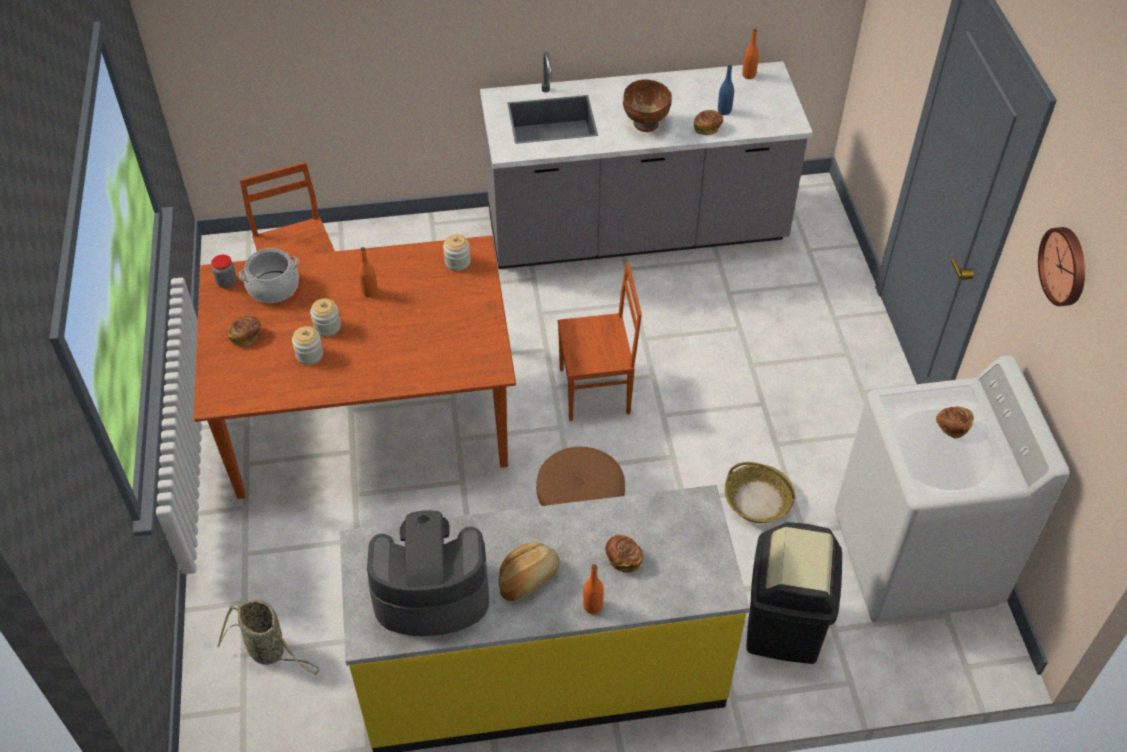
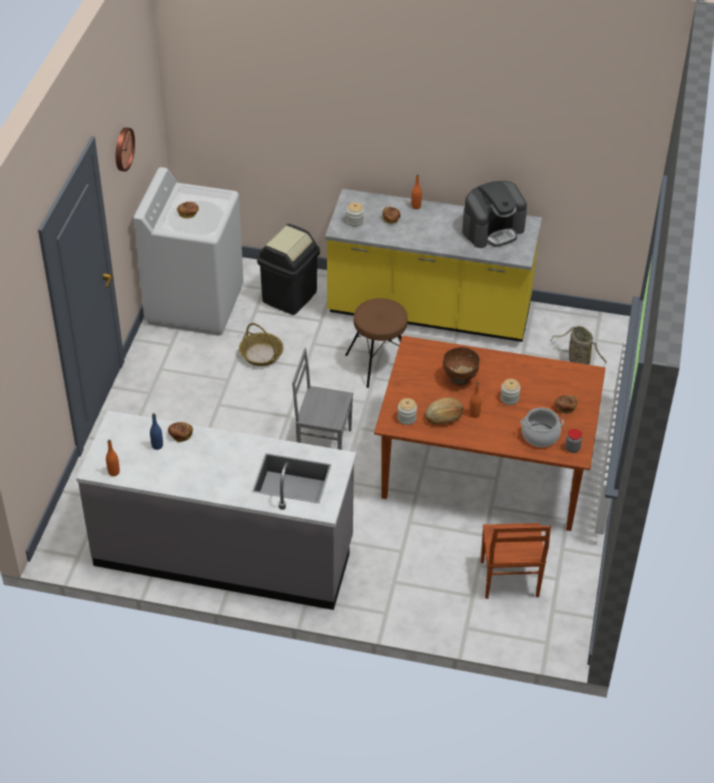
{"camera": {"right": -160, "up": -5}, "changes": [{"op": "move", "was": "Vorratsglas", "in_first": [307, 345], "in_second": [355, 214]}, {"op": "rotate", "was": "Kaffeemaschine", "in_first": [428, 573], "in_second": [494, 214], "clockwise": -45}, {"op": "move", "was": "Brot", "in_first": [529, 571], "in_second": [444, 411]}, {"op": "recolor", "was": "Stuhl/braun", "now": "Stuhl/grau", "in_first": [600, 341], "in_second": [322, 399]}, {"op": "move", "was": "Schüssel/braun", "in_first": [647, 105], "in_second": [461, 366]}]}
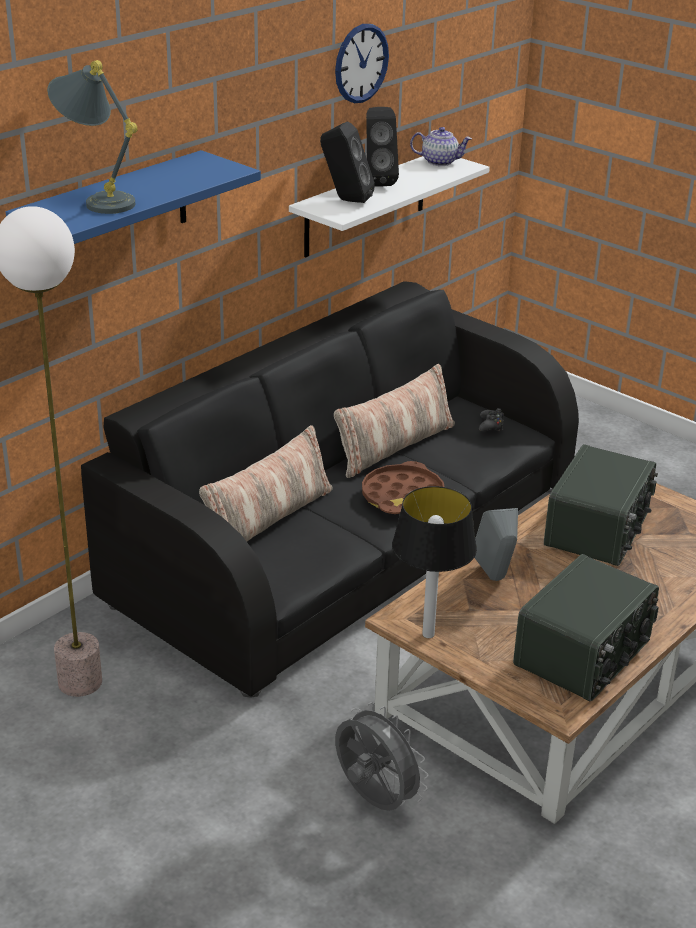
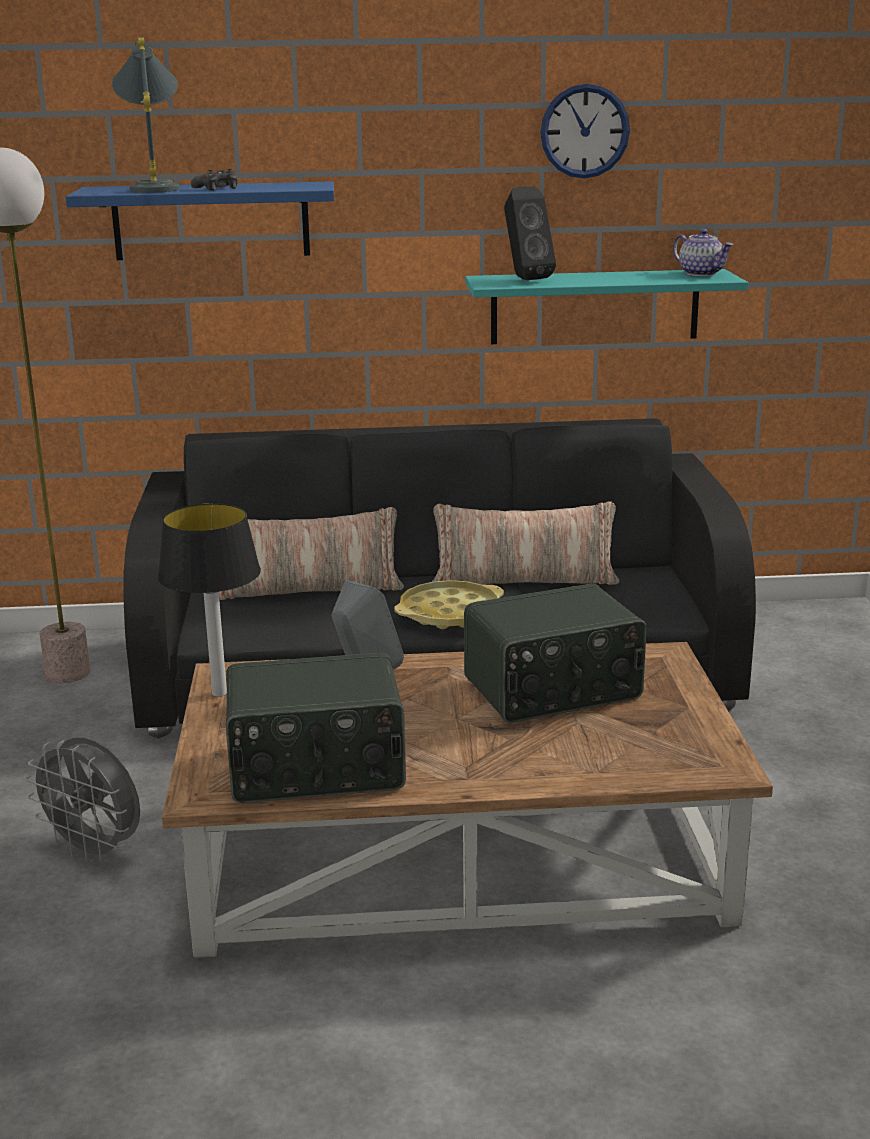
{"camera": {"right": 45, "up": -10}, "changes": [{"op": "recolor", "was": "Wandregal/weiß", "now": "Wandregal/türkis", "in_first": [389, 206], "in_second": [606, 306]}, {"op": "rotate", "was": "Ventilator/grau", "in_first": [382, 756], "in_second": [82, 800], "clockwise": 120}, {"op": "recolor", "was": "Tablett/braun", "now": "Tablett/gelb", "in_first": [403, 487], "in_second": [449, 604]}, {"op": "delete", "was": "Lautsprecher/schwarz", "in_first": [382, 147]}, {"op": "move", "was": "Gamepad/schwarz", "in_first": [491, 419], "in_second": [214, 180]}]}
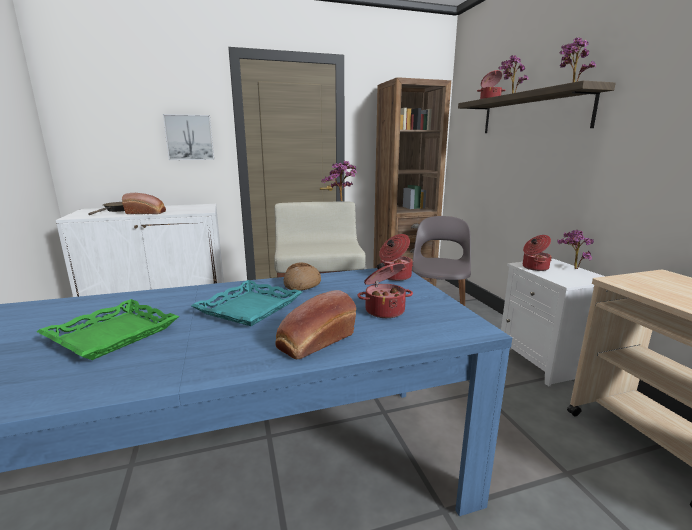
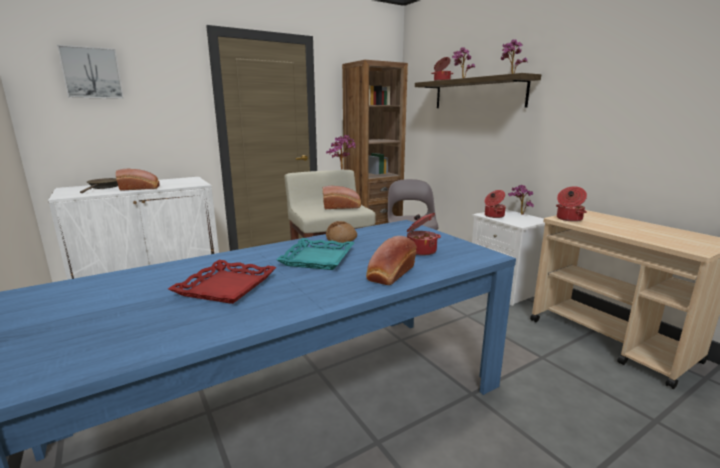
{"camera": {"right": -15, "up": 0}, "changes": [{"op": "recolor", "was": "Tablett/grün", "now": "Tablett/rot", "in_first": [107, 329], "in_second": [222, 282]}, {"op": "move", "was": "Bild", "in_first": [188, 137], "in_second": [90, 72]}, {"op": "move", "was": "Kochtopf", "in_first": [396, 257], "in_second": [571, 204]}, {"op": "insert", "now": "Brot", "in_second": [342, 197]}]}
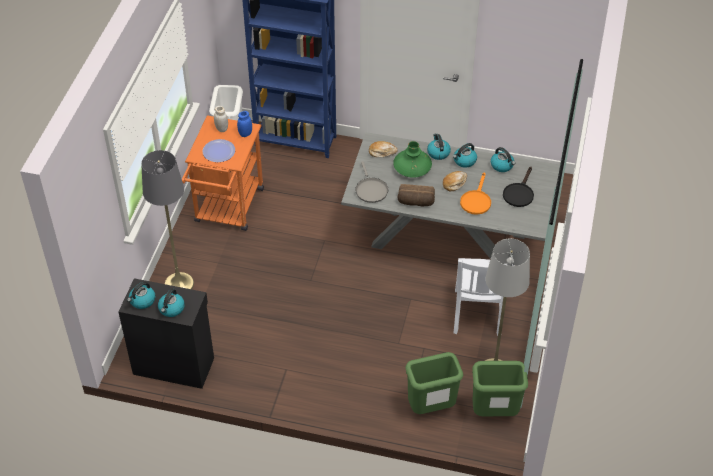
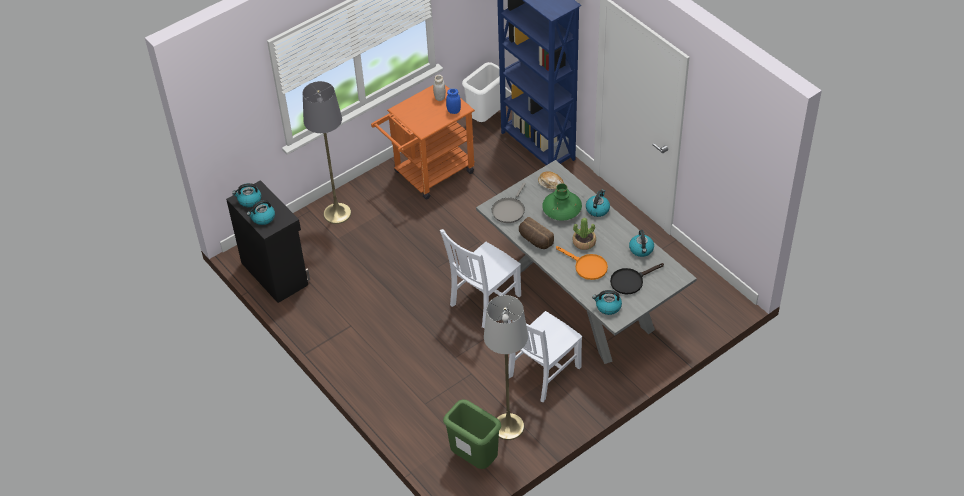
{"camera": {"right": 40, "up": 0}, "changes": [{"op": "delete", "was": "Teller", "in_first": [219, 150]}, {"op": "delete", "was": "Mülleimer/grün", "in_first": [434, 383]}, {"op": "replace", "was": "Brot", "now": "Topfpflanze", "in_first": [455, 181], "in_second": [584, 234]}, {"op": "move", "was": "Wasserkessel", "in_first": [465, 155], "in_second": [607, 302]}, {"op": "rotate", "was": "Pfanne/orange", "in_first": [475, 193], "in_second": [582, 263], "clockwise": -105}, {"op": "insert", "now": "Stuhl/weiß", "in_second": [480, 278]}]}
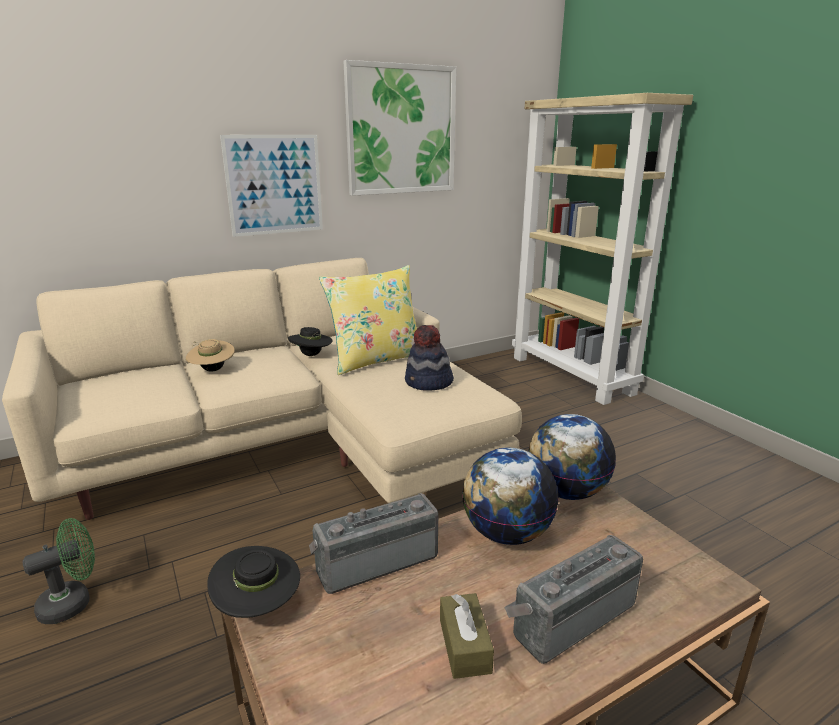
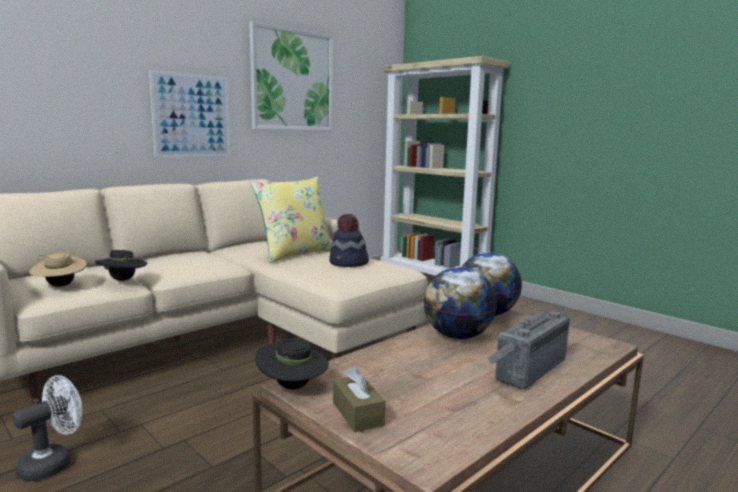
{"camera": {"right": -15, "up": -10}, "changes": [{"op": "recolor", "was": "Ventilator/grün", "now": "Ventilator/weiß", "in_first": [58, 571], "in_second": [47, 428]}, {"op": "move", "was": "Hut/beige", "in_first": [210, 355], "in_second": [58, 270]}, {"op": "move", "was": "Hut/schwarz", "in_first": [310, 341], "in_second": [121, 265]}, {"op": "delete", "was": "Radio", "in_first": [373, 543]}, {"op": "move", "was": "Taschentuchbox/braun", "in_first": [467, 636], "in_second": [359, 399]}]}
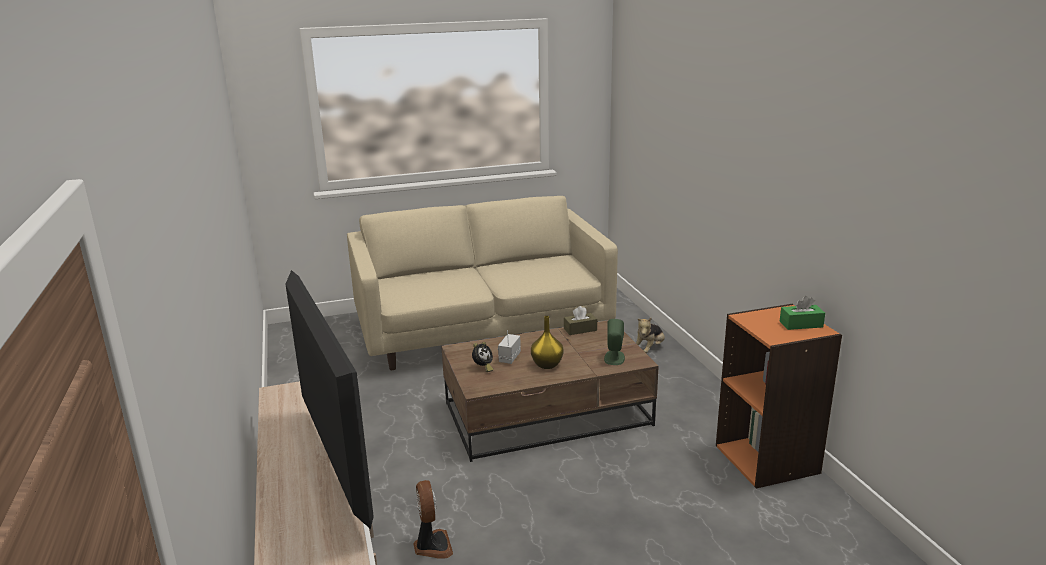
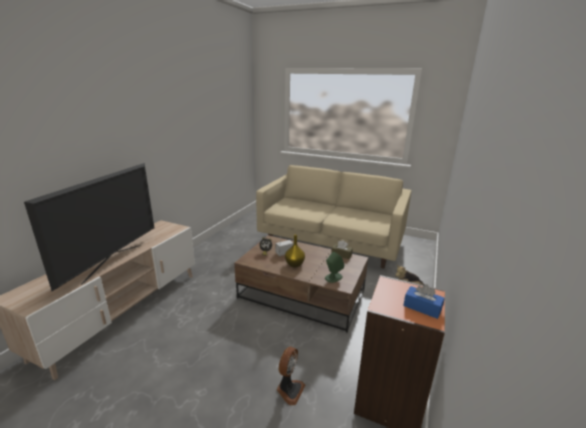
{"camera": {"right": 40, "up": 0}, "changes": [{"op": "move", "was": "Ventilator", "in_first": [433, 519], "in_second": [291, 376]}, {"op": "recolor", "was": "Taschentuchbox/grün", "now": "Taschentuchbox/blau", "in_first": [802, 313], "in_second": [424, 301]}]}
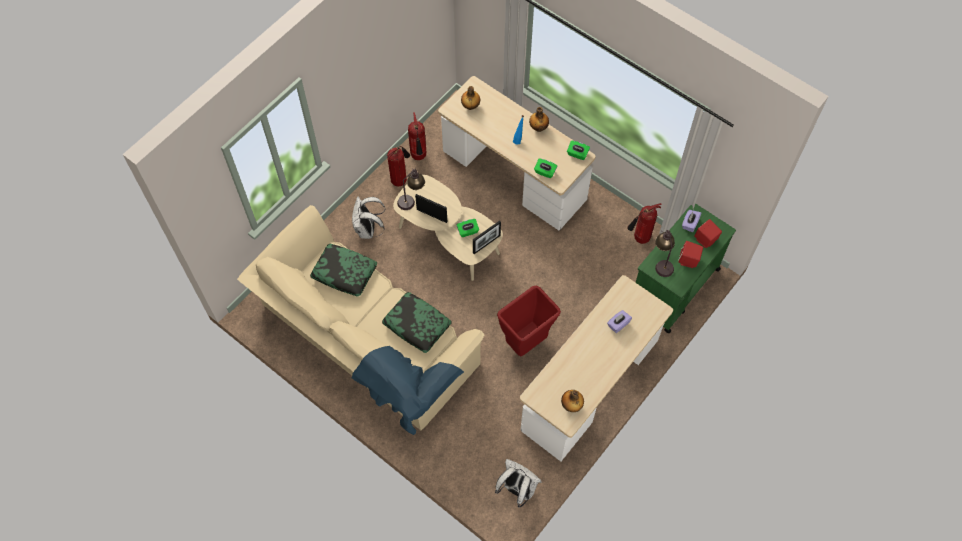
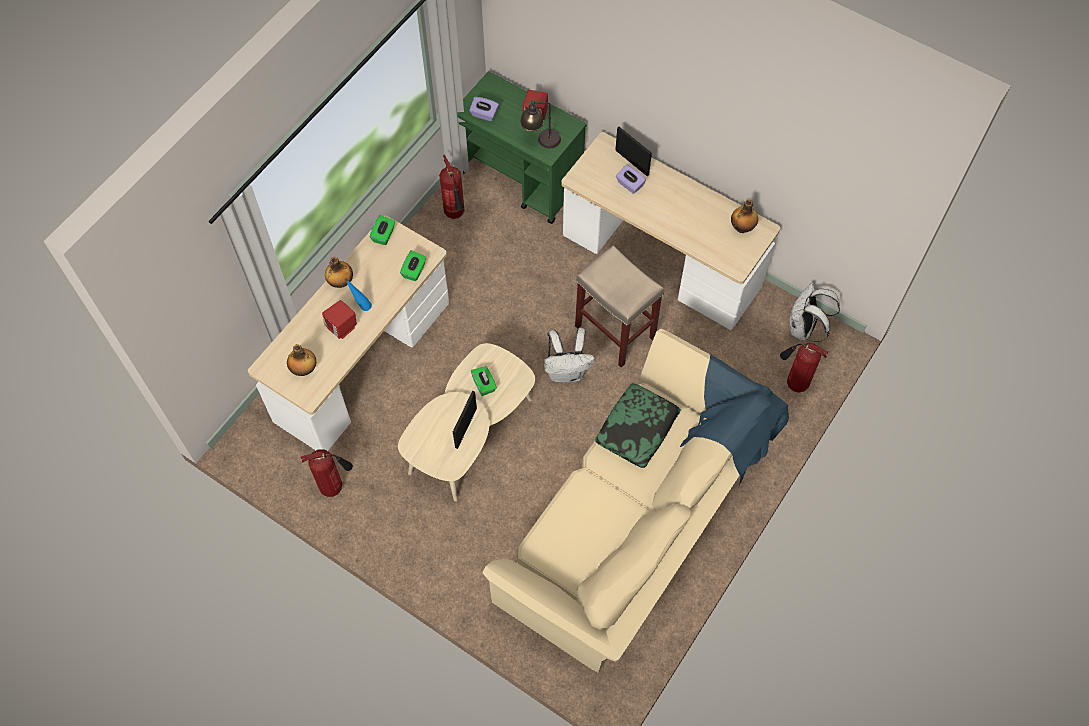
{"camera": {"right": -95, "up": 0}, "changes": [{"op": "delete", "was": "Kissen", "in_first": [343, 270]}, {"op": "move", "was": "Rucksack/weiß", "in_first": [369, 217], "in_second": [569, 355]}, {"op": "move", "was": "Feuerlöscher", "in_first": [398, 166], "in_second": [804, 368]}, {"op": "delete", "was": "Tischlampe", "in_first": [411, 189]}, {"op": "move", "was": "Bilderrahmen", "in_first": [487, 237], "in_second": [633, 151]}, {"op": "replace", "was": "Mülleimer/rot", "now": "Hocker/beige", "in_first": [529, 320], "in_second": [619, 306]}, {"op": "move", "was": "Lautsprecher/rot", "in_first": [708, 233], "in_second": [339, 319]}]}
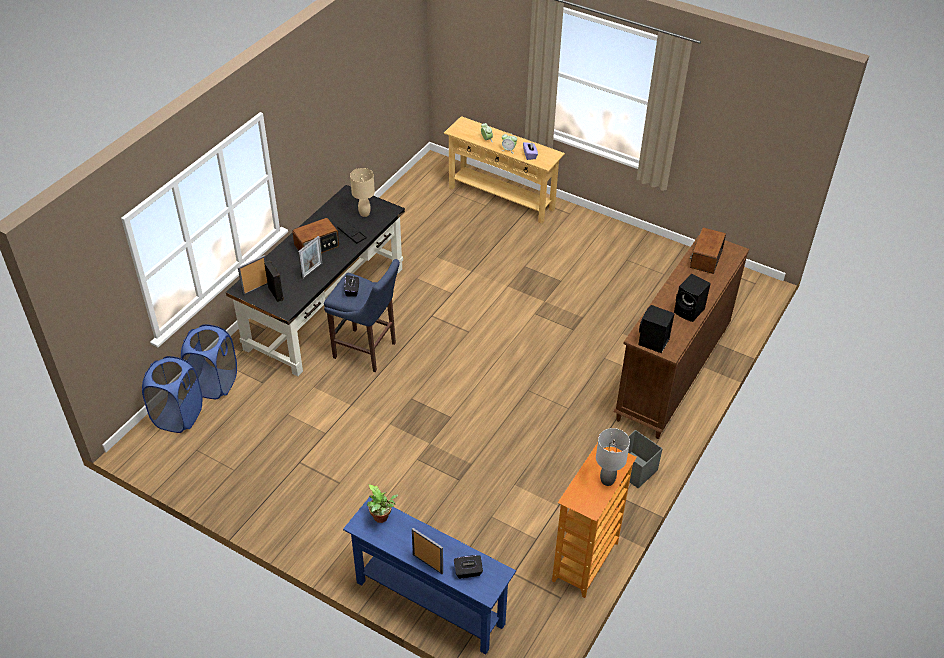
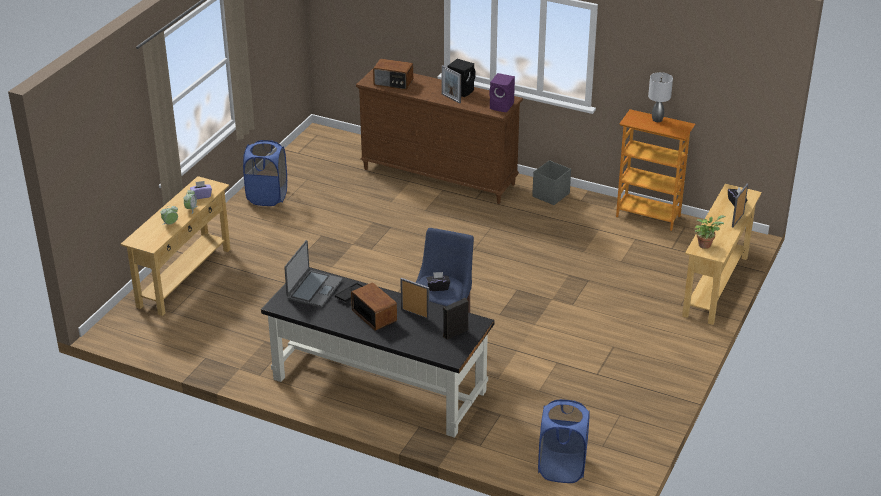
{"camera": {"right": -95, "up": -10}, "changes": [{"op": "move", "was": "Wäschekorb/blau", "in_first": [209, 361], "in_second": [265, 173]}, {"op": "move", "was": "Bilderrahmen", "in_first": [253, 275], "in_second": [451, 84]}, {"op": "recolor", "was": "Konsolentisch/blau", "now": "Konsolentisch/beige", "in_first": [429, 575], "in_second": [722, 254]}, {"op": "replace", "was": "Tischlampe/beige", "now": "Laptop", "in_first": [362, 192], "in_second": [313, 273]}, {"op": "recolor", "was": "Lautsprecher/schwarz", "now": "Lautsprecher/lila", "in_first": [656, 329], "in_second": [502, 92]}]}
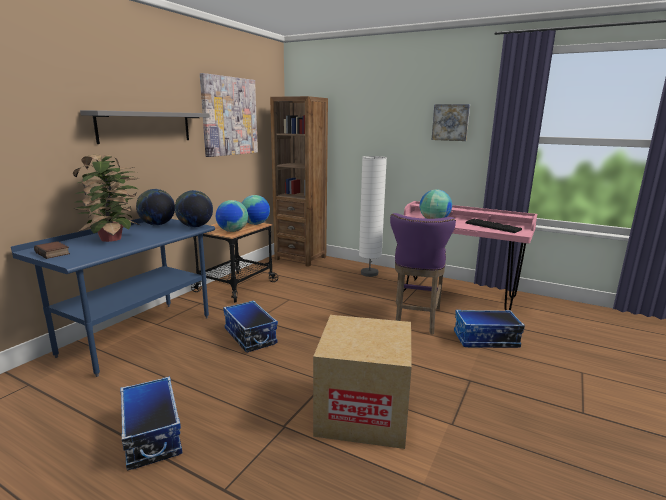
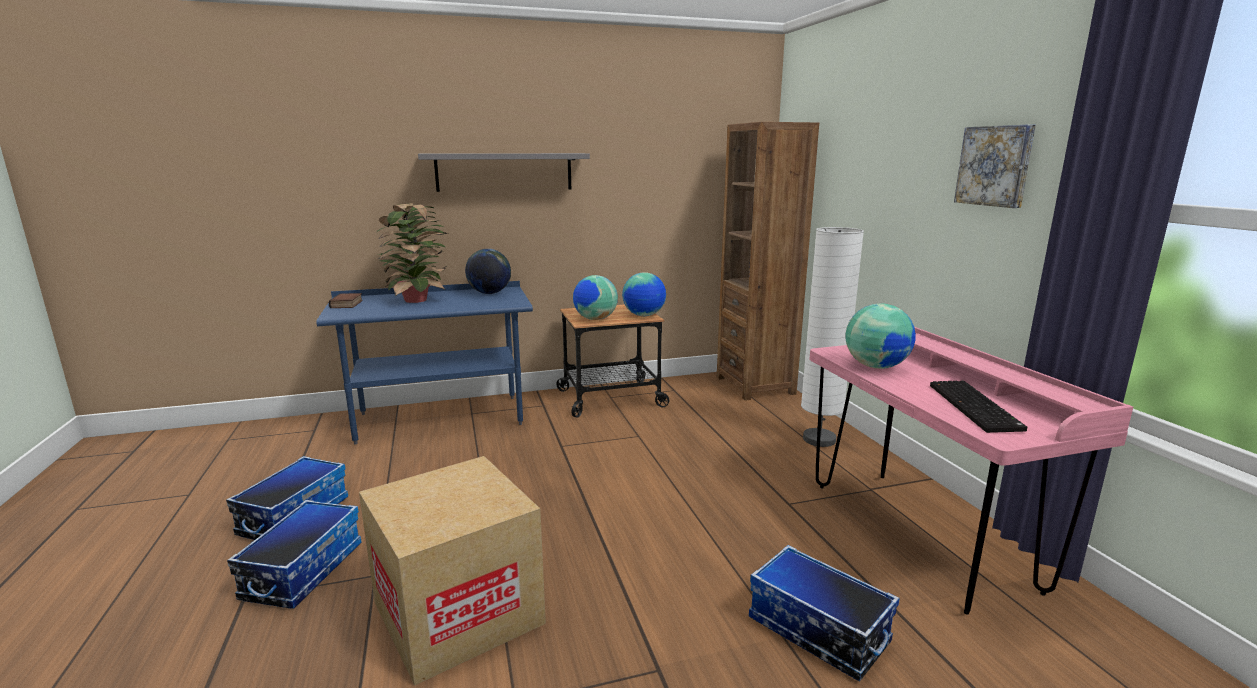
{"camera": {"right": 45, "up": 0}, "changes": [{"op": "delete", "was": "Globus", "in_first": [194, 208]}, {"op": "delete", "was": "Bild", "in_first": [229, 115]}, {"op": "move", "was": "Aufbewahrungsbox", "in_first": [250, 326], "in_second": [294, 554]}, {"op": "delete", "was": "Hocker/lila", "in_first": [423, 273]}]}
